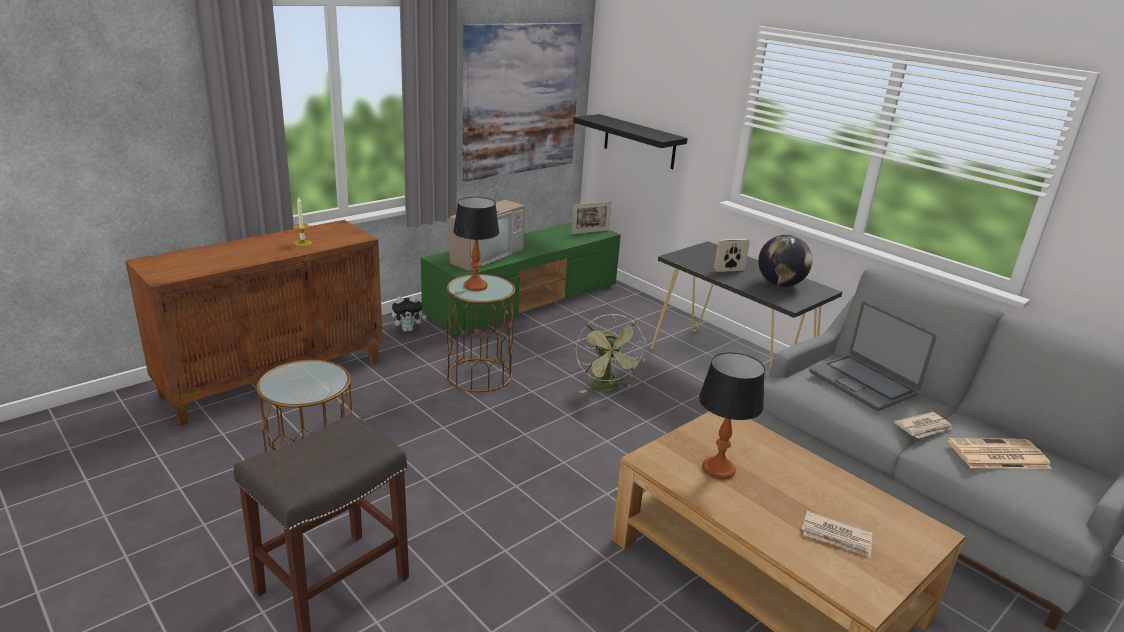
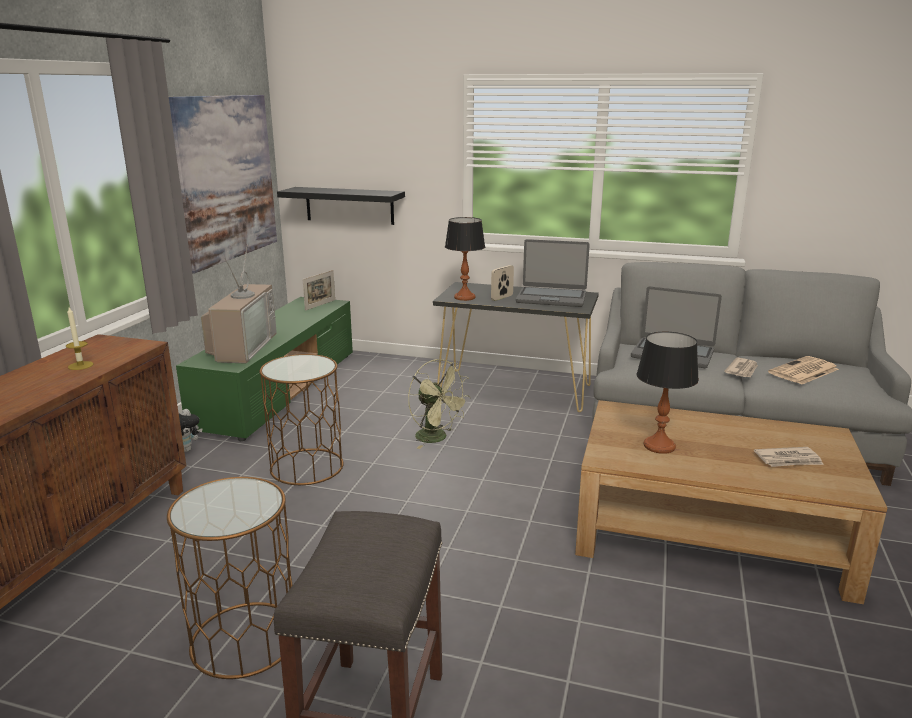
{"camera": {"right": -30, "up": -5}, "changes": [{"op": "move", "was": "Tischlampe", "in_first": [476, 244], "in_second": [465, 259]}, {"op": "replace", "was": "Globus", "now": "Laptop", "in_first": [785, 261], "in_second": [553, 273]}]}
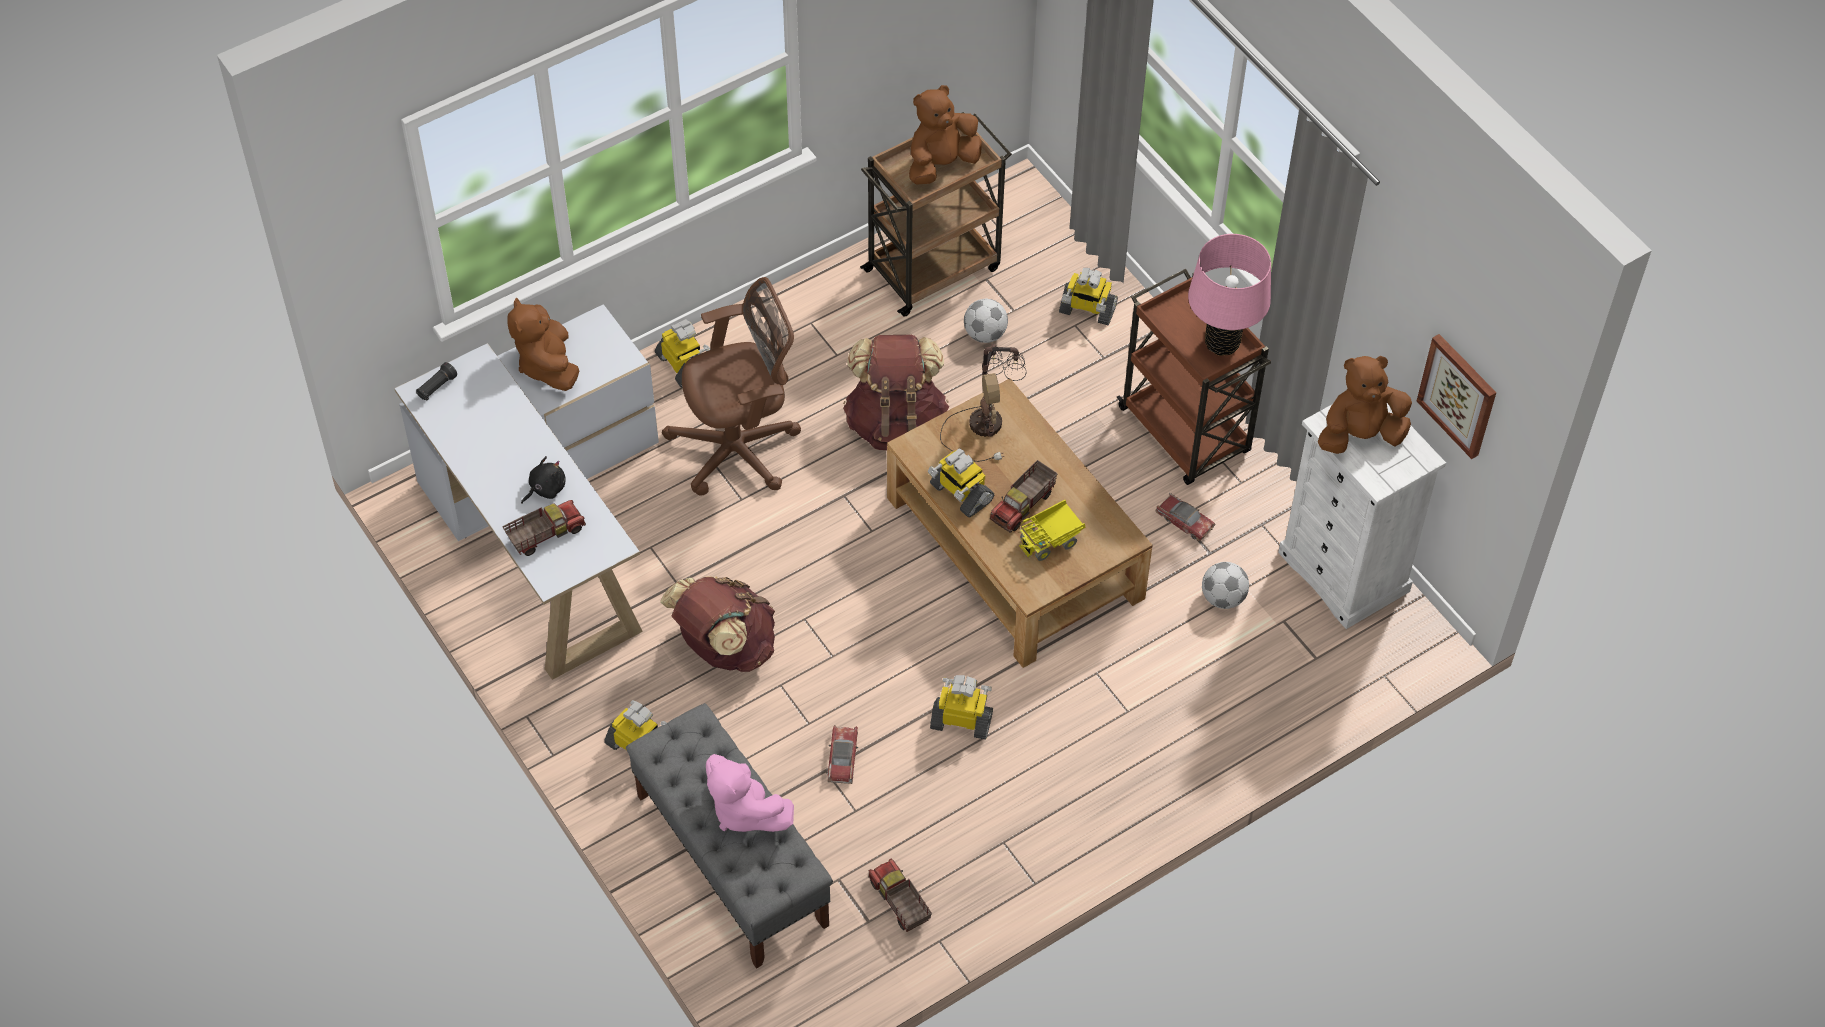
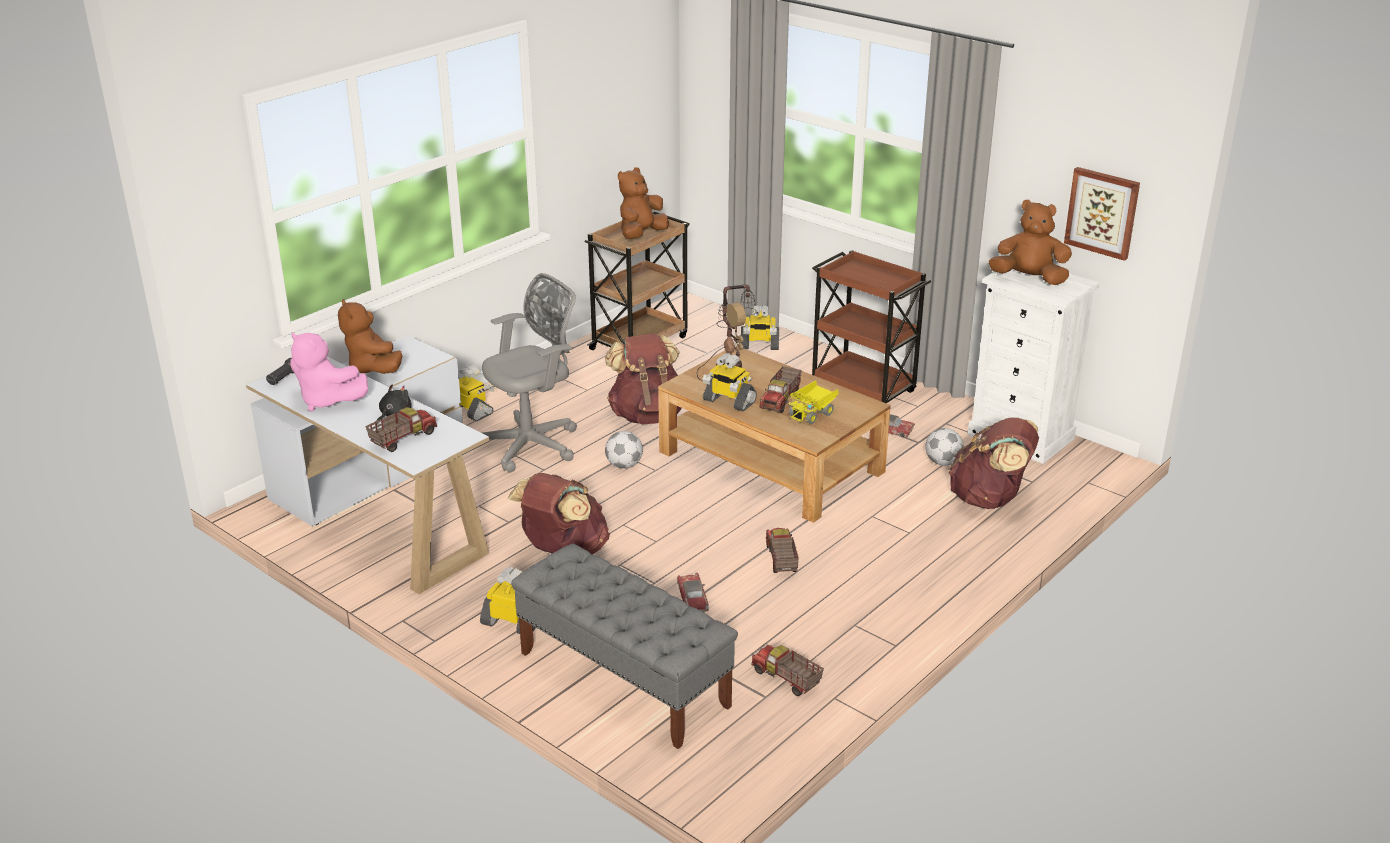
{"camera": {"right": -15, "up": -25}, "changes": [{"op": "recolor", "was": "Bürostuhl/braun", "now": "Bürostuhl/grau", "in_first": [731, 386], "in_second": [529, 373]}, {"op": "move", "was": "Plüschtier/rosa", "in_first": [750, 793], "in_second": [329, 372]}, {"op": "replace", "was": "Spielzeugroboter", "now": "Spielzeuglaster", "in_first": [961, 707], "in_second": [782, 550]}, {"op": "move", "was": "Fußball", "in_first": [986, 321], "in_second": [624, 450]}, {"op": "delete", "was": "Tischlampe/rosa", "in_first": [1229, 295]}, {"op": "rotate", "was": "Plüschtier/braun", "in_first": [1365, 405], "in_second": [1030, 242], "clockwise": 45}, {"op": "insert", "now": "Rucksack/braun", "in_second": [993, 463]}]}
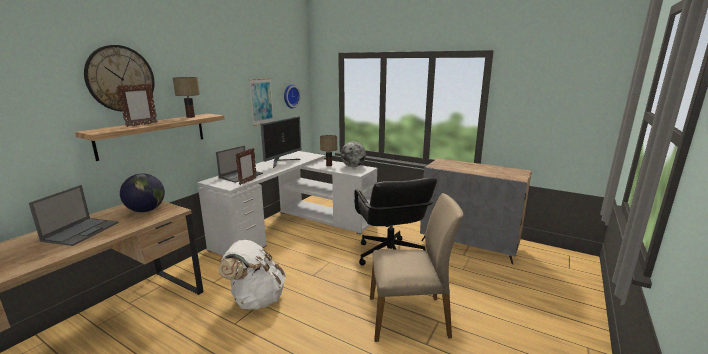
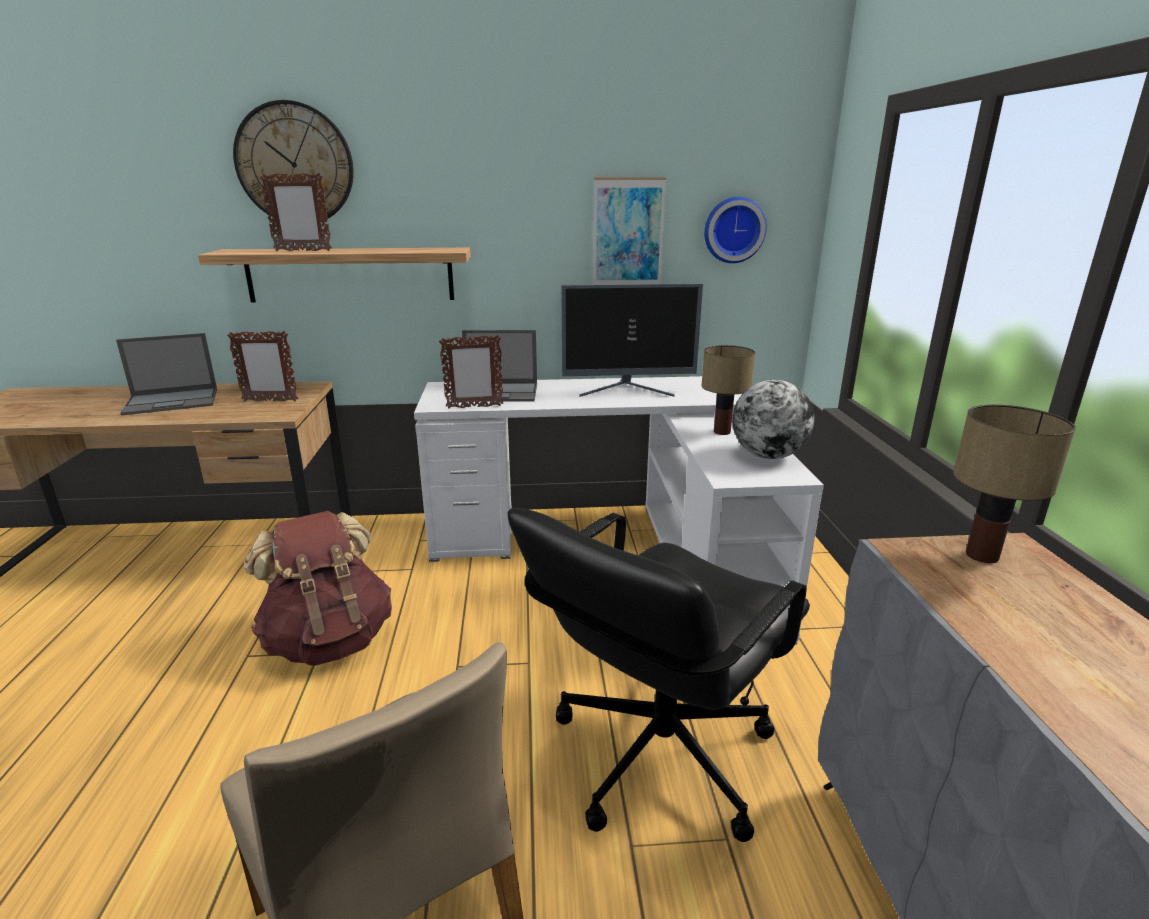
{"camera": {"right": 55, "up": 5}, "changes": [{"op": "replace", "was": "Globus", "now": "Bilderrahmen", "in_first": [142, 192], "in_second": [262, 365]}, {"op": "move", "was": "Tischlampe", "in_first": [186, 97], "in_second": [1014, 483]}, {"op": "recolor", "was": "Rucksack/weiß", "now": "Rucksack/braun", "in_first": [252, 274], "in_second": [318, 588]}]}
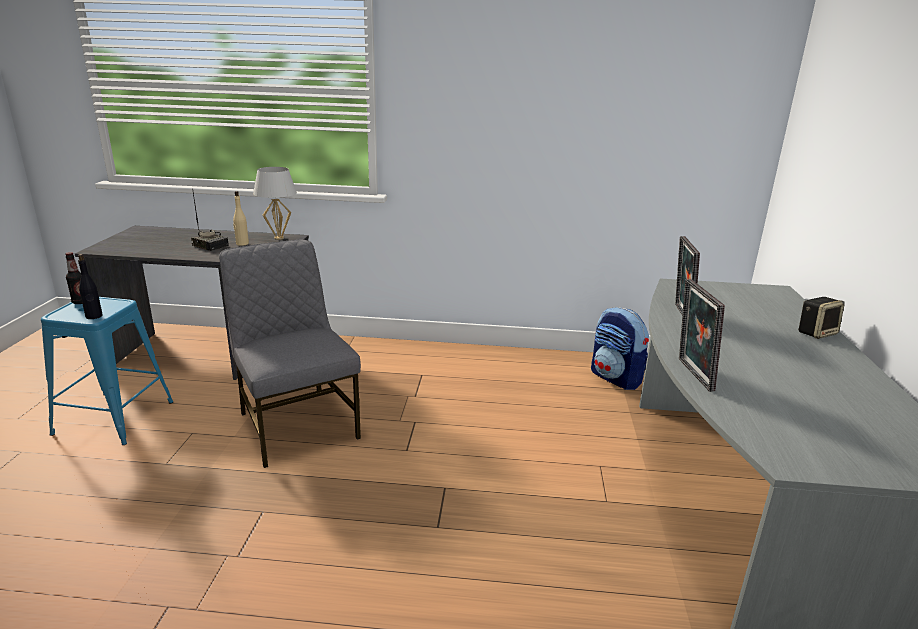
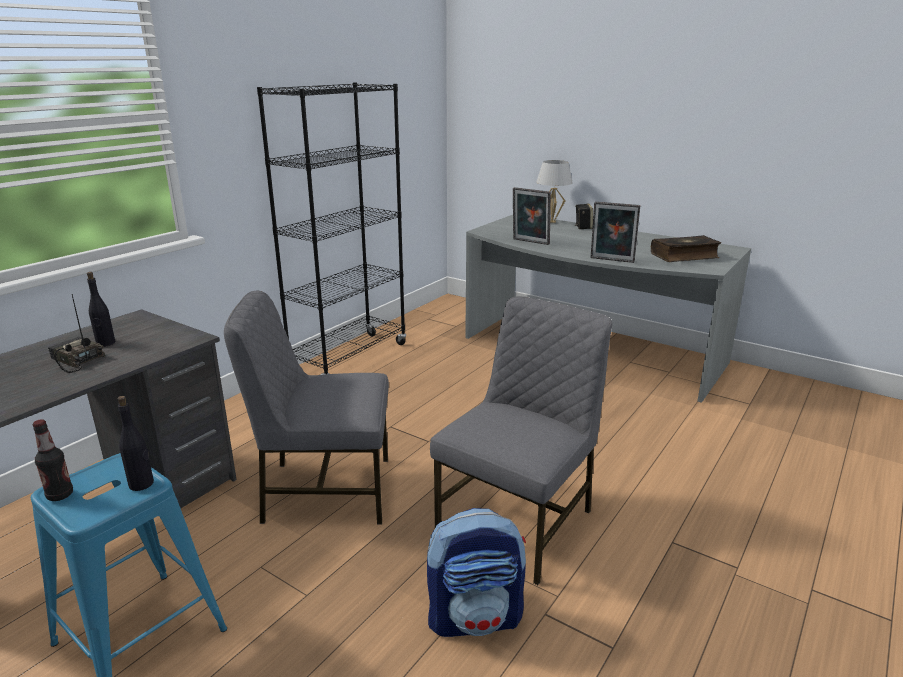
{"camera": {"right": -60, "up": 0}, "changes": [{"op": "rotate", "was": "Radio", "in_first": [210, 219], "in_second": [76, 333], "clockwise": -120}, {"op": "recolor", "was": "Flasche/beige", "now": "Flasche/schwarz", "in_first": [241, 218], "in_second": [101, 309]}, {"op": "move", "was": "Tischlampe/weiß", "in_first": [275, 203], "in_second": [554, 191]}, {"op": "move", "was": "Rucksack", "in_first": [620, 348], "in_second": [476, 572]}, {"op": "insert", "now": "Bücherregal/schwarz", "in_second": [331, 228]}, {"op": "insert", "now": "Stuhl/grau", "in_second": [521, 440]}, {"op": "insert", "now": "Buch", "in_second": [686, 248]}]}
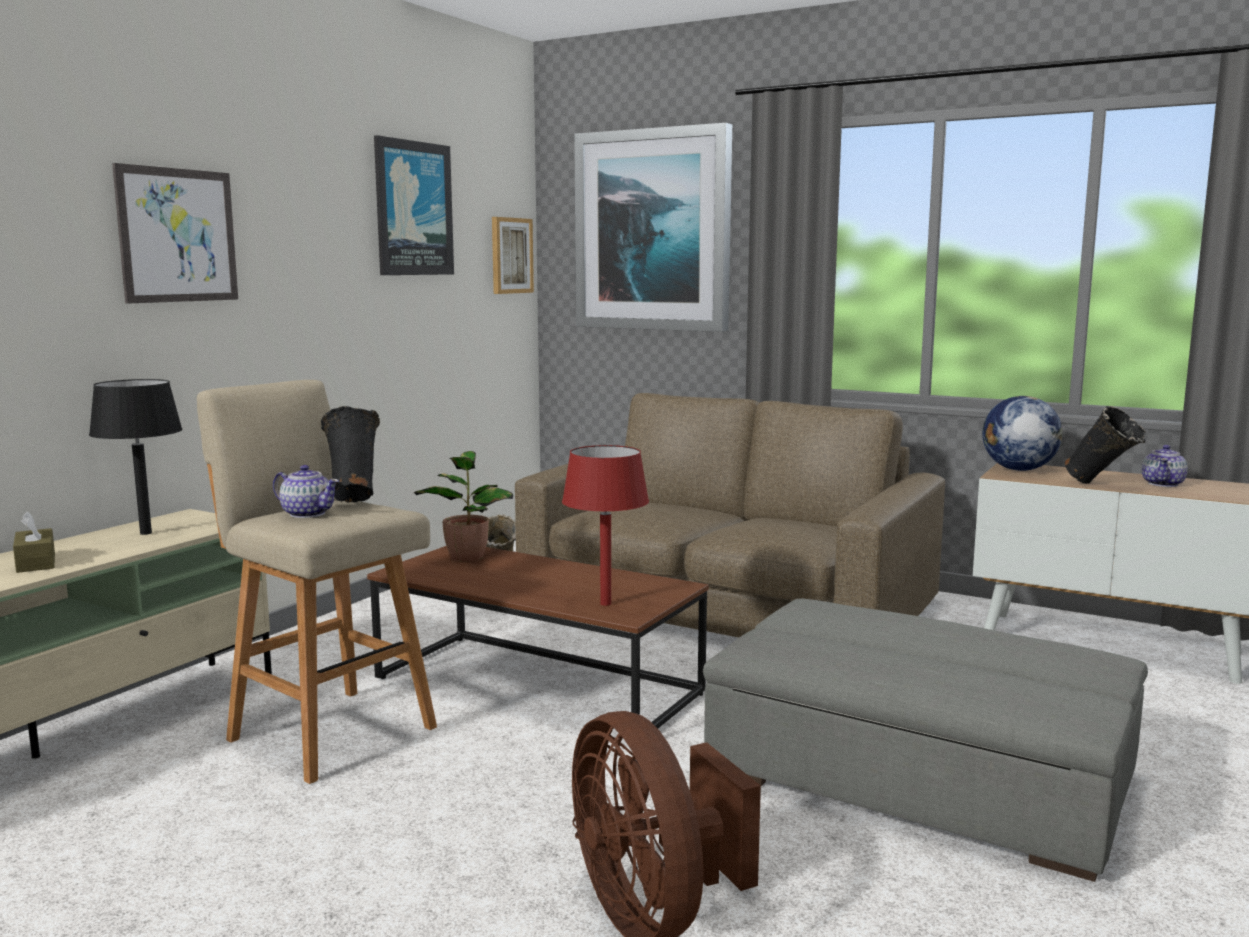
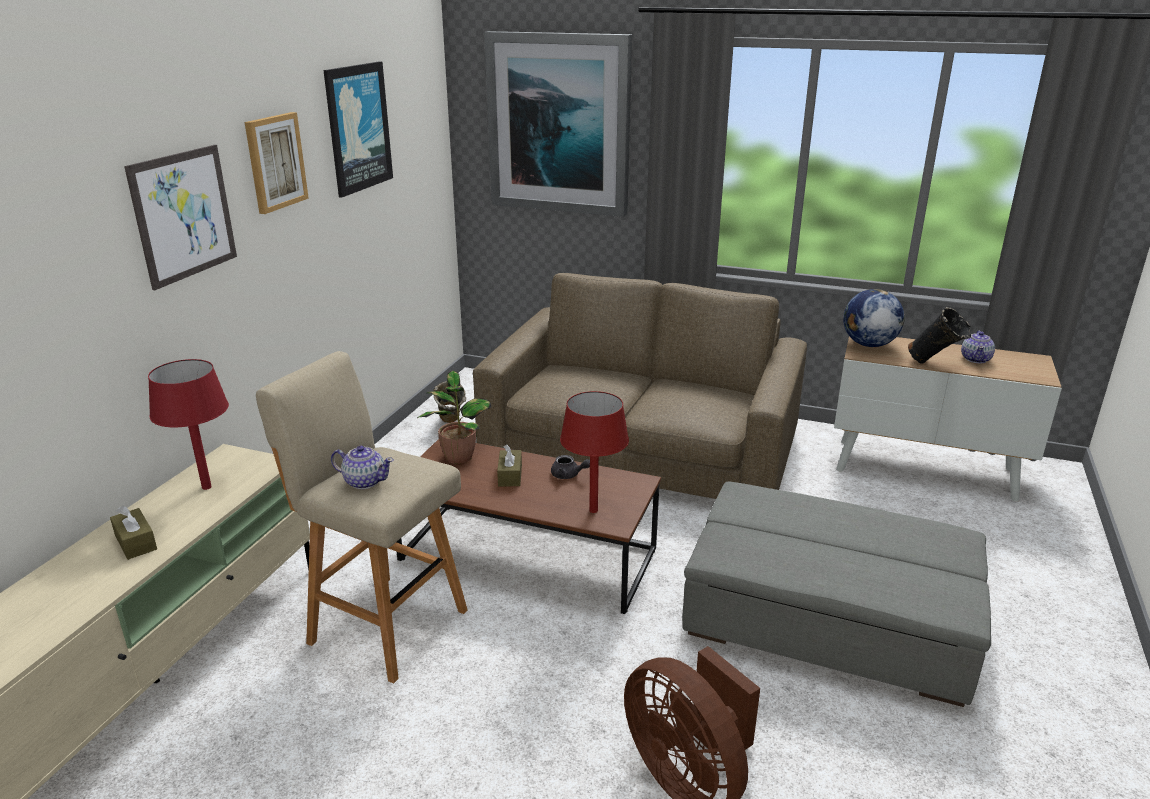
{"camera": {"right": -10, "up": 15}, "changes": [{"op": "recolor", "was": "Tischlampe/schwarz", "now": "Tischlampe/rot", "in_first": [135, 457], "in_second": [188, 424]}, {"op": "delete", "was": "Vase/schwarz", "in_first": [350, 454]}, {"op": "move", "was": "Bild", "in_first": [513, 255], "in_second": [277, 163]}, {"op": "insert", "now": "Taschentuchbox/braun", "in_second": [509, 465]}, {"op": "insert", "now": "Teekanne/grau", "in_second": [570, 467]}]}
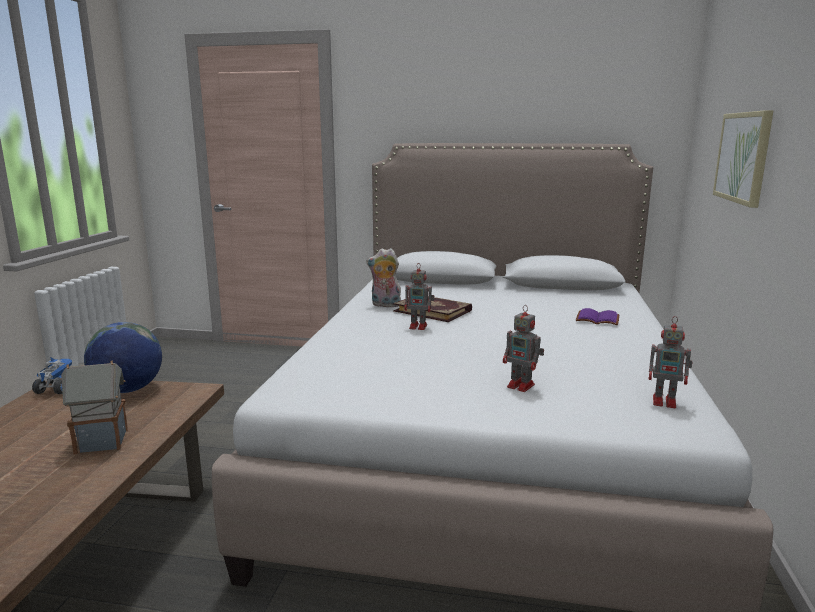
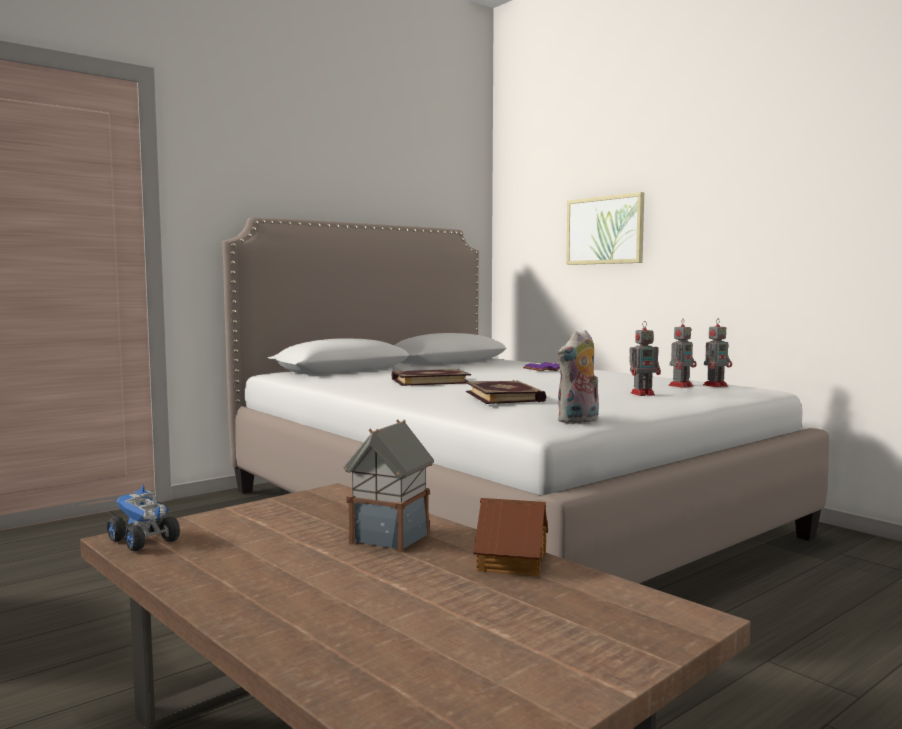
{"camera": {"right": -50, "up": -10}, "changes": [{"op": "delete", "was": "Globus", "in_first": [123, 357]}, {"op": "move", "was": "Plüschtier", "in_first": [383, 277], "in_second": [578, 377]}, {"op": "move", "was": "Spielzeugroboter", "in_first": [419, 296], "in_second": [683, 353]}, {"op": "insert", "now": "Buch", "in_second": [506, 392]}, {"op": "insert", "now": "Spielzeughaus", "in_second": [510, 537]}]}
